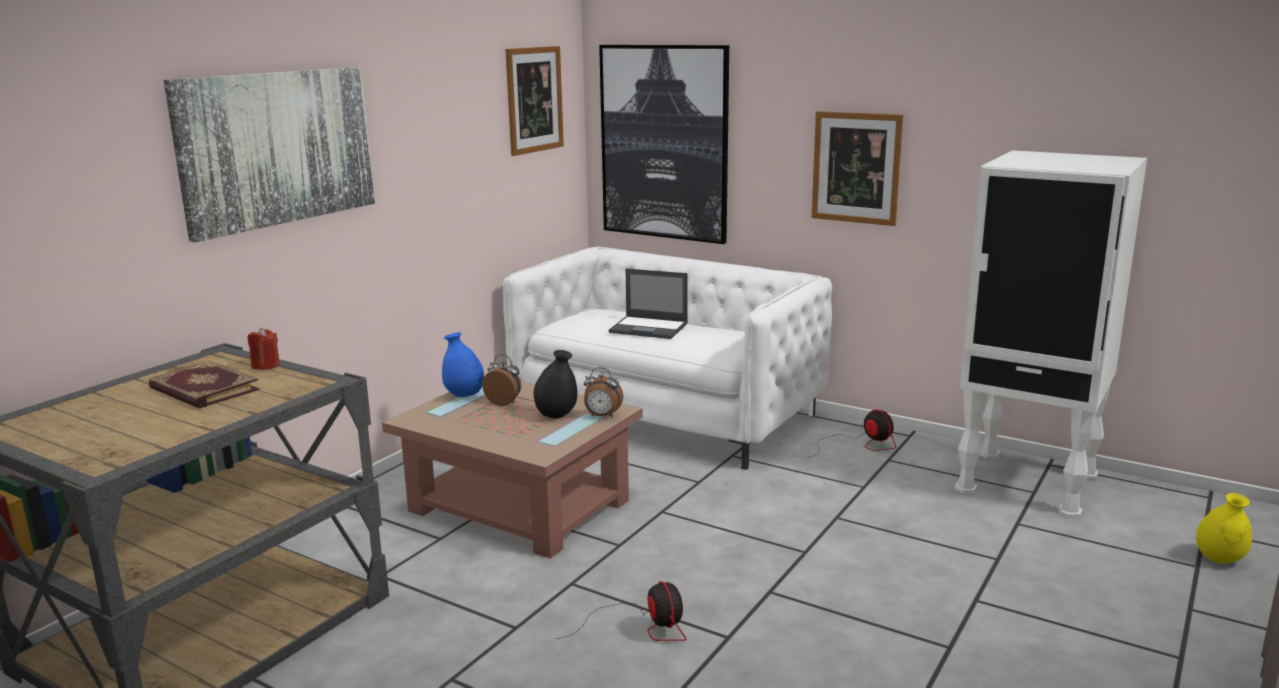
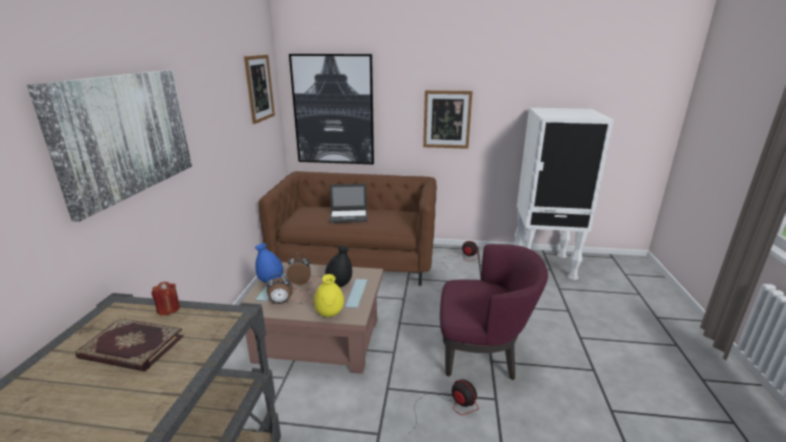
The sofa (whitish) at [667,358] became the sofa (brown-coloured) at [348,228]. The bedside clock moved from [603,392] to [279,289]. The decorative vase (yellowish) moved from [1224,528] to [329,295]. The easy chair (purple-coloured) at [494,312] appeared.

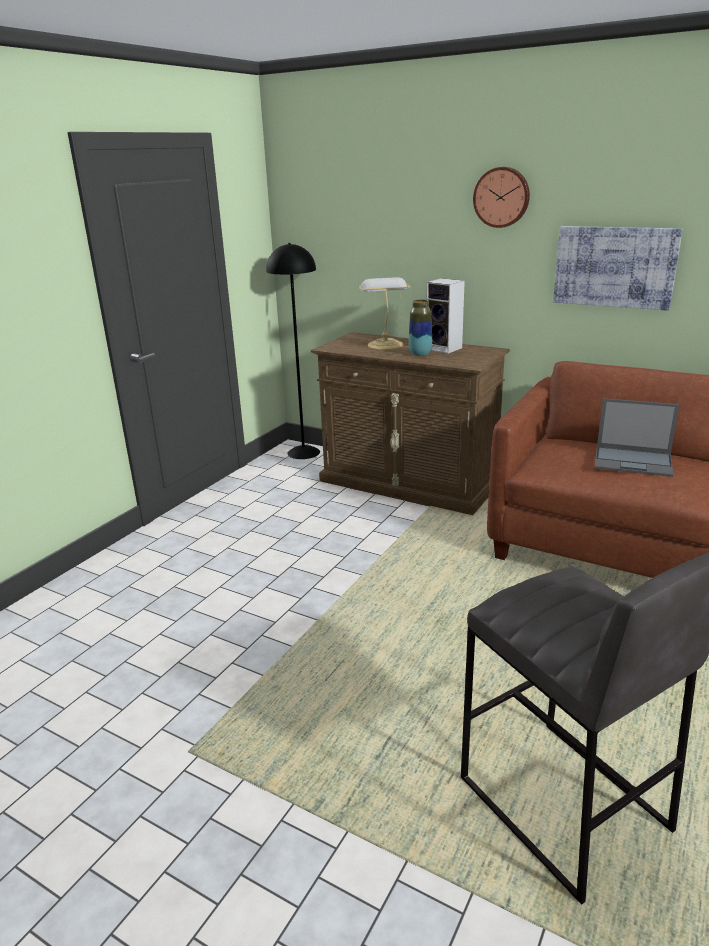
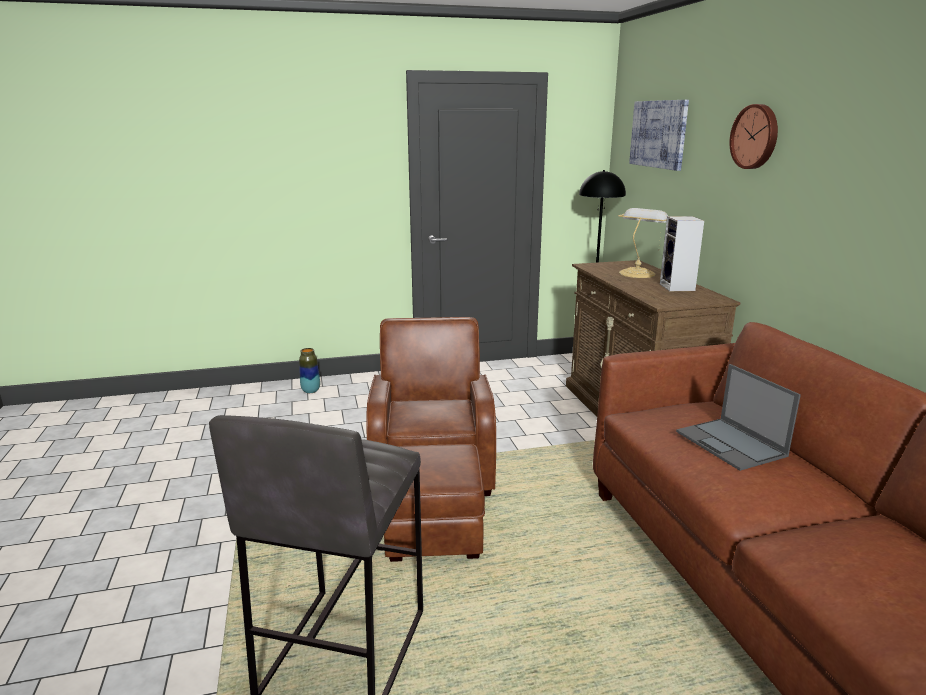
The wall picture moved from [618,268] to [659,135]. The decorative vase moved from [420,328] to [309,370]. The easy chair (brown-coloured) at [431,439] appeared.

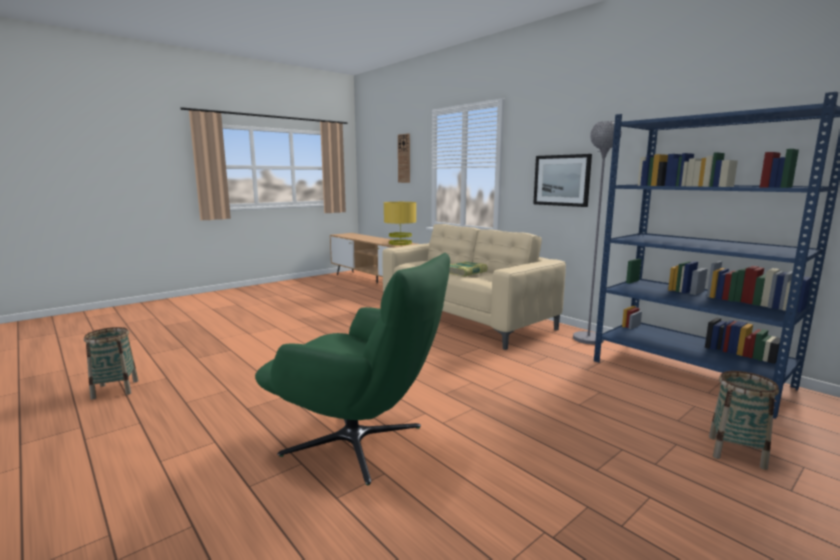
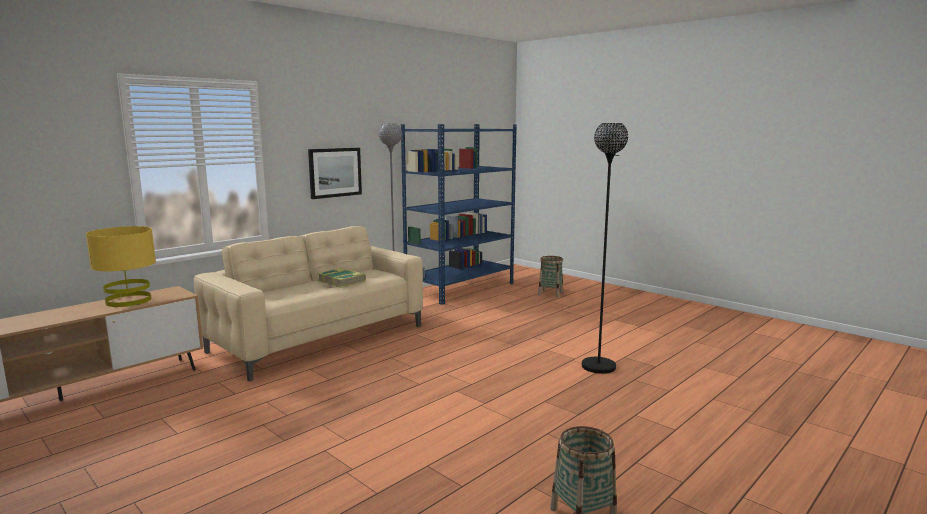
The clock on the wall at [404,158] disappeared. The easy chair (green) at [352,369] was replaced by the standard lamp (blackish) at [605,248].

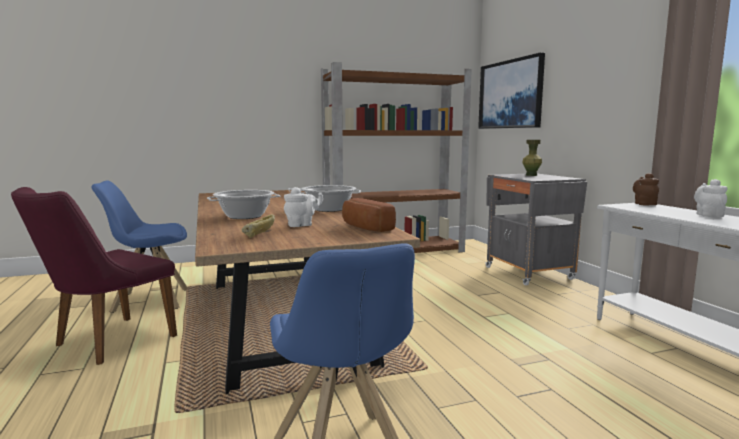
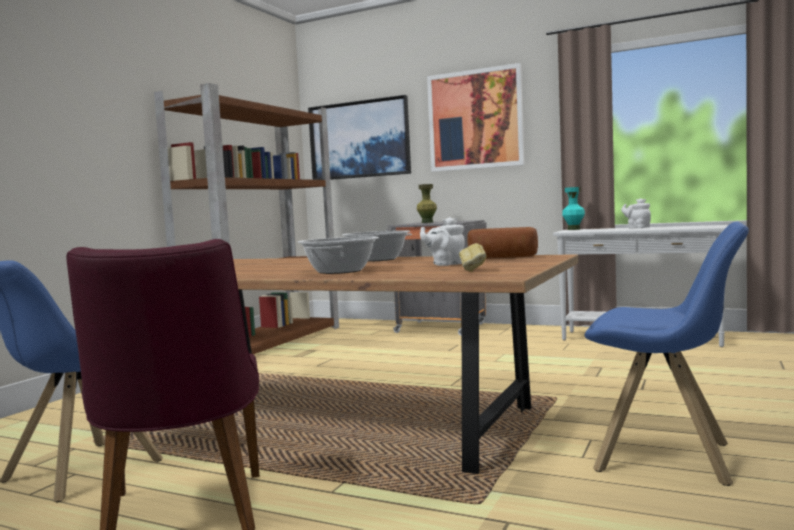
The teapot (brown-coloured) at [646,189] was replaced by the decorative vase (blue-green) at [573,208]. The teapot (whitish) at [303,207] turned 135 degrees counterclockwise. The wall picture at [476,117] appeared.

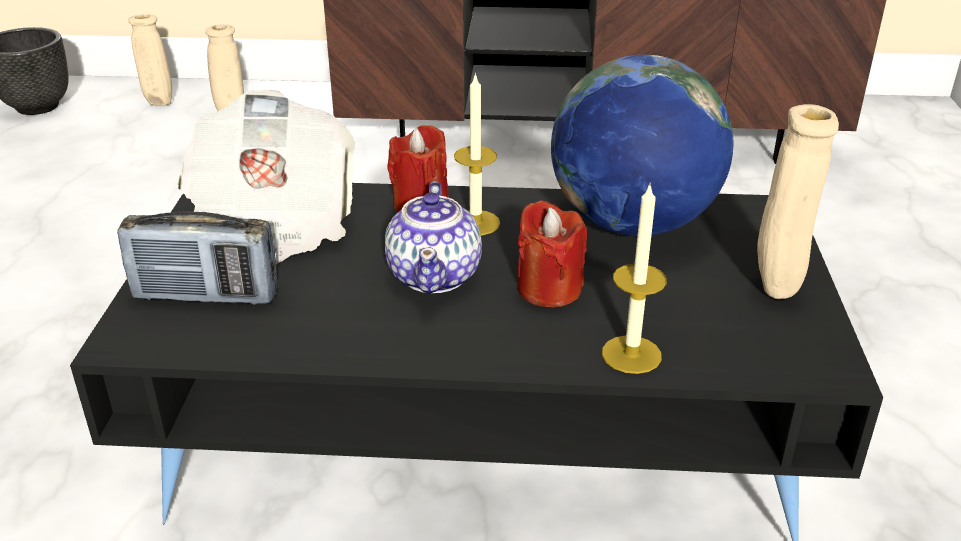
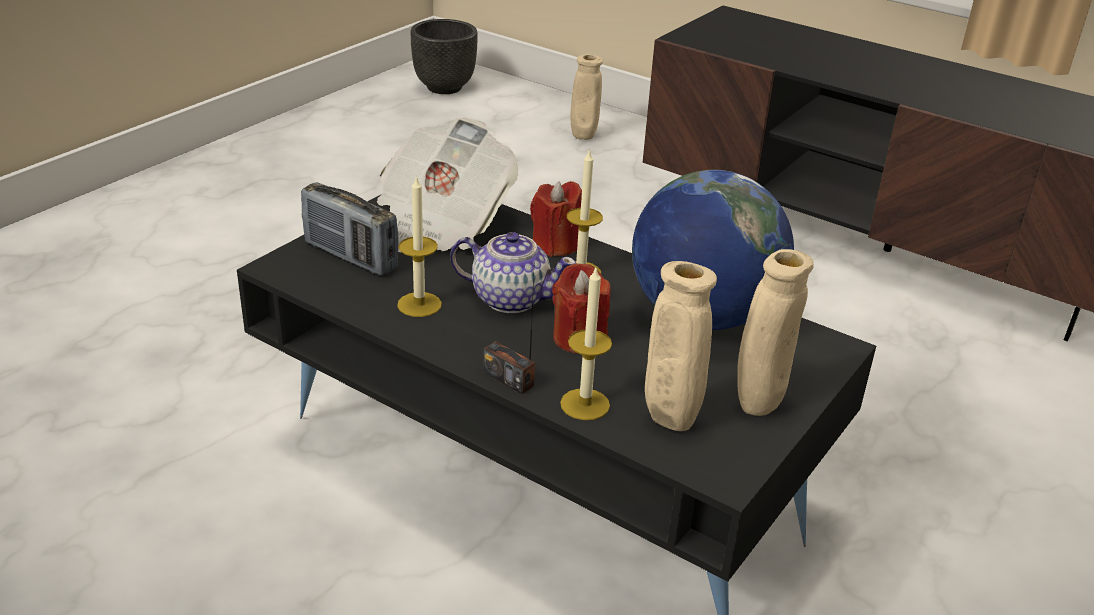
The decorative vase (sand-coloured) moved from [150,60] to [681,346]. The teapot at [433,237] turned 105 degrees counterclockwise. The candle at [419,246] appeared. The radio receiver at [509,334] appeared.

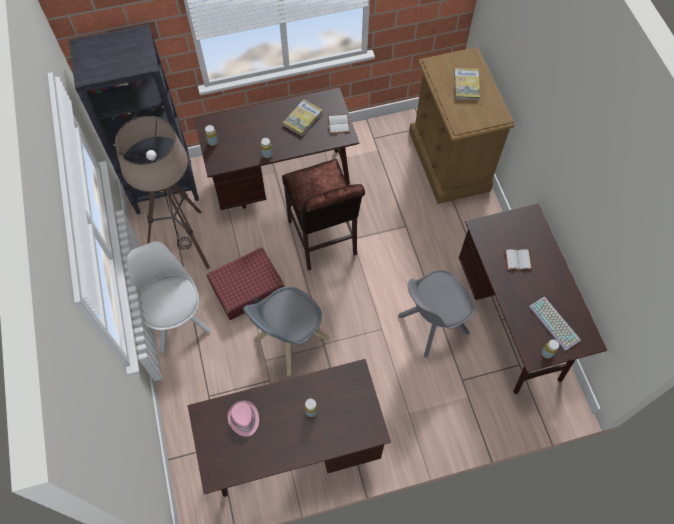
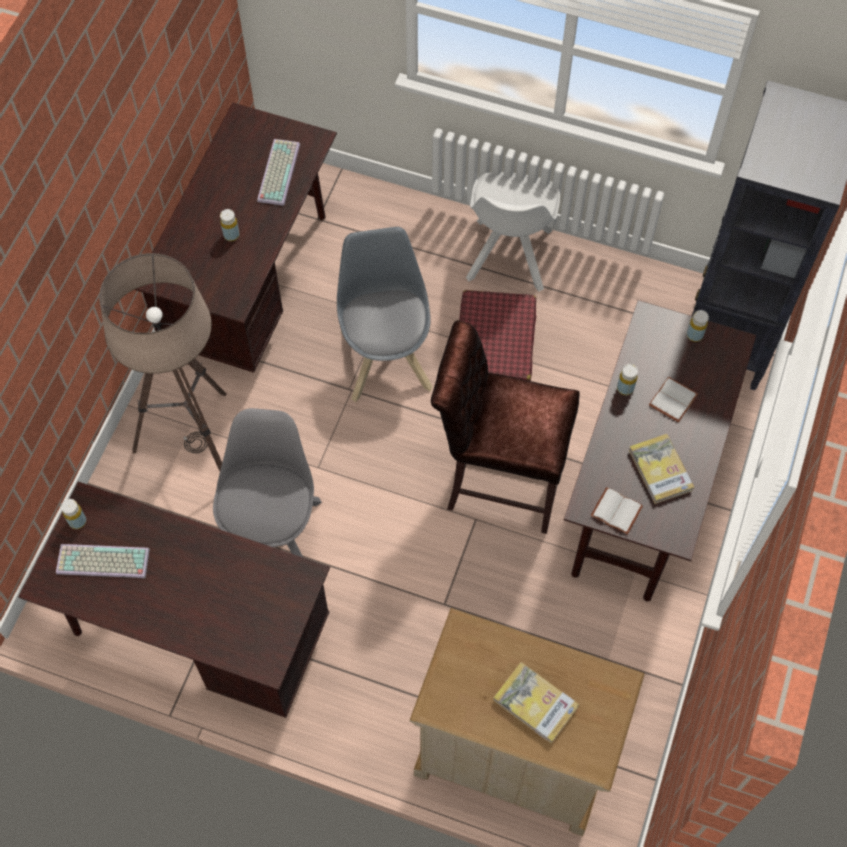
The standard lamp moved from [162,192] to [163,362]. The upright chair (whitish) at [169,297] turned 90 degrees clockwise. The book (whitish) moved from [518,259] to [673,399]. The hat (pink-coloured) at [243,418] was replaced by the keyboard at [278,172].

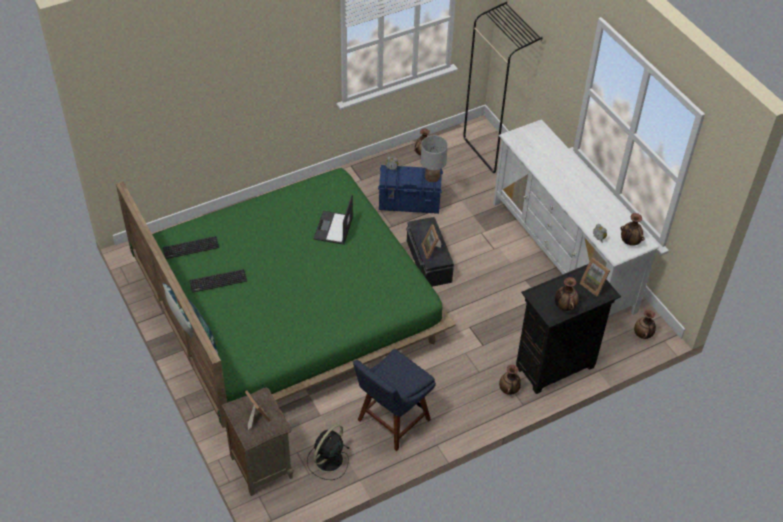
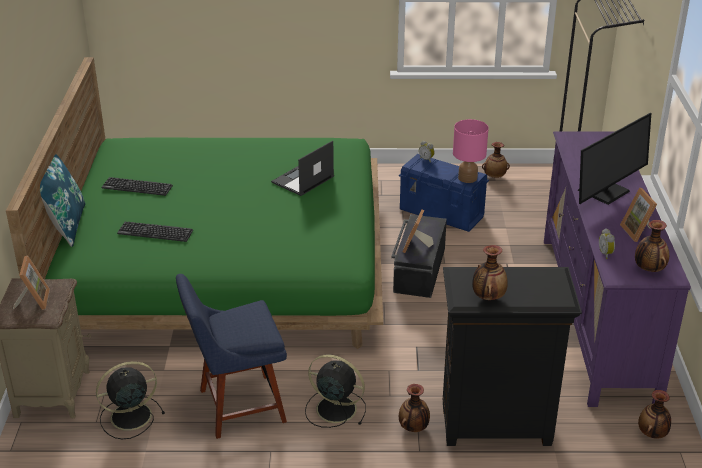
The dresser (whitish) at [576,218] became the dresser (purple-coloured) at [617,269]. The lamp for a table (grey) at [434,159] became the lamp for a table (pink-coloured) at [471,151]. The keyboard moved from [191,247] to [155,232]. The standing frame moved from [594,276] to [638,215]. The monitor at [614,159] appeared. The electric fan (blackish) at [335,391] appeared.

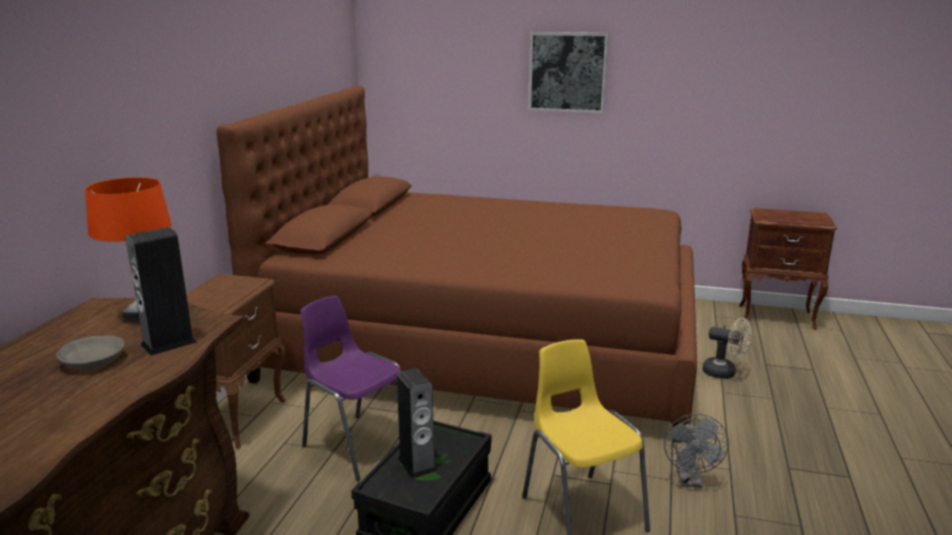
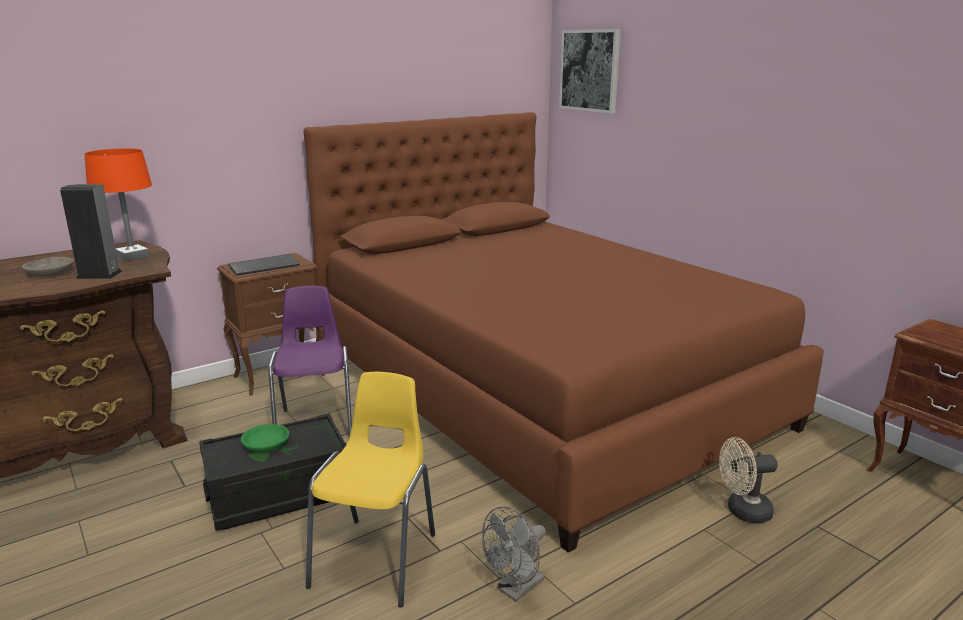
The wall picture moved from [568,72] to [590,71]. The electric fan (sand-coloured) at [726,348] turned 105 degrees clockwise. The loudspeaker at [417,423] was replaced by the bowl (green) at [265,438]. The keyboard at [264,265] appeared.

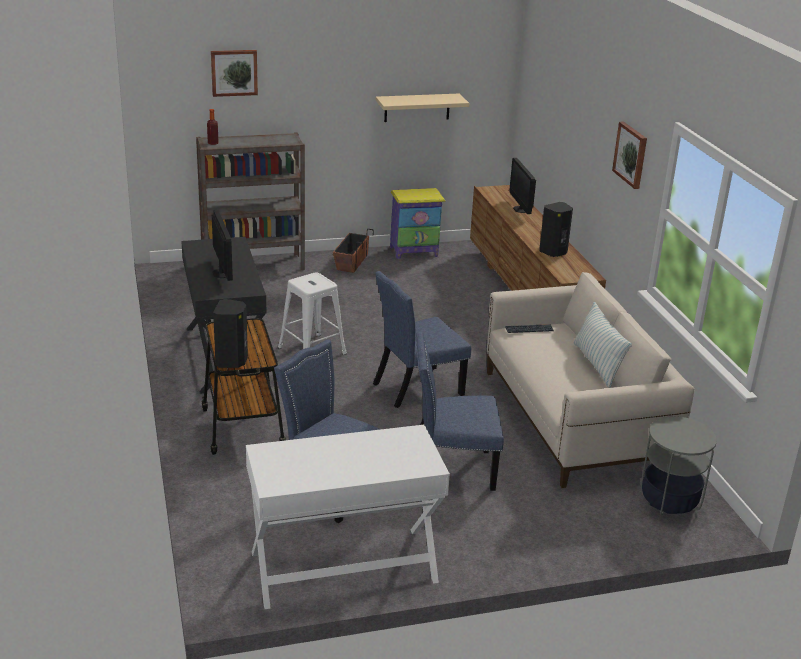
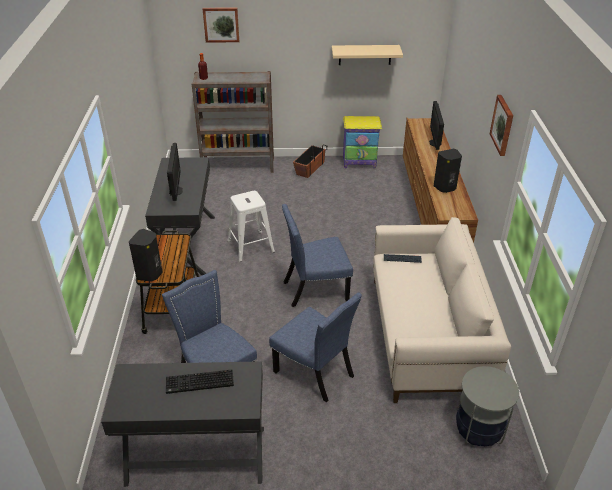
The throw pillow at [603,345] disappeared. The upright chair (bluish) at [459,411] turned 150 degrees counterclockwise. The desk unit (whitish) at [348,517] became the desk unit (blackish) at [182,424]. The keyboard at [200,382] appeared.

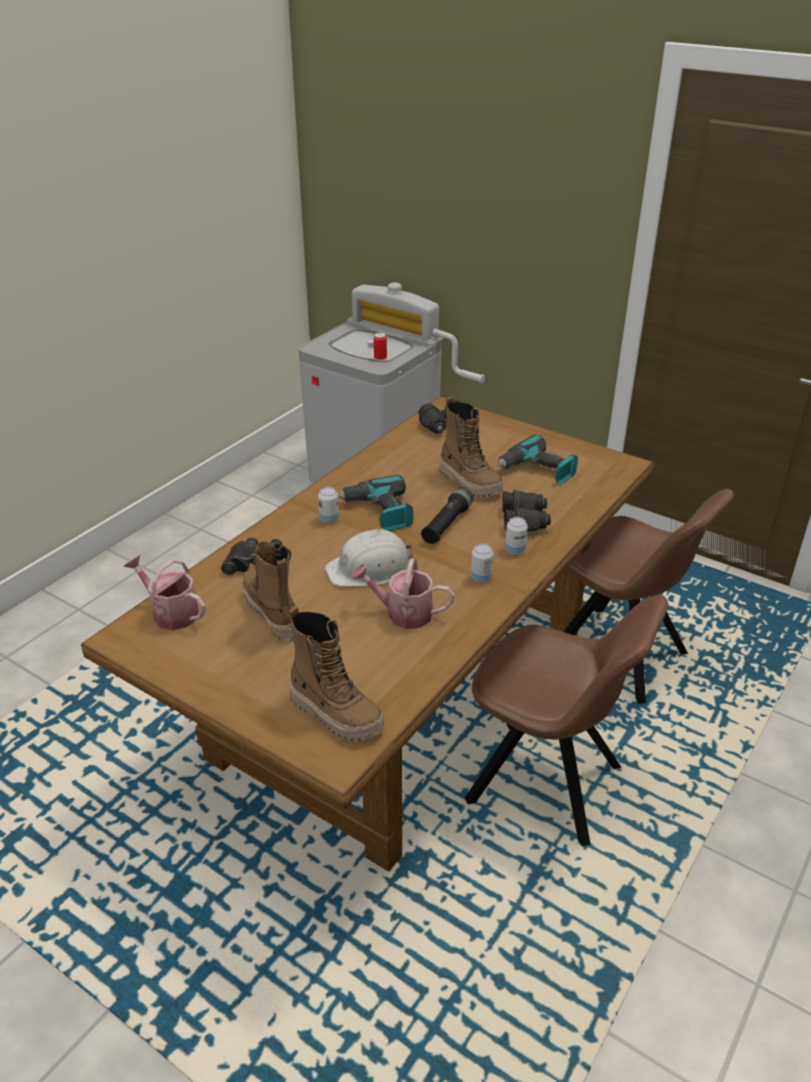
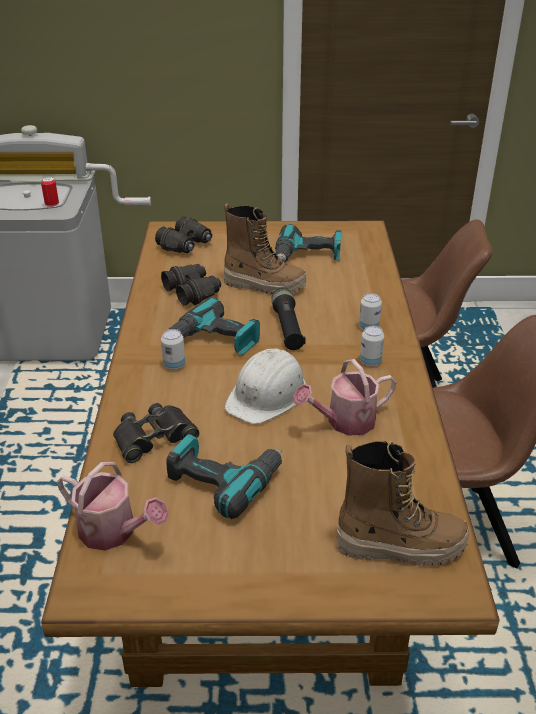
The binoculars (blackish) moved from [526,511] to [191,285]. The tall boot at [268,591] was replaced by the power drill at [224,476]. The watering can at [165,592] turned 150 degrees counterclockwise.

